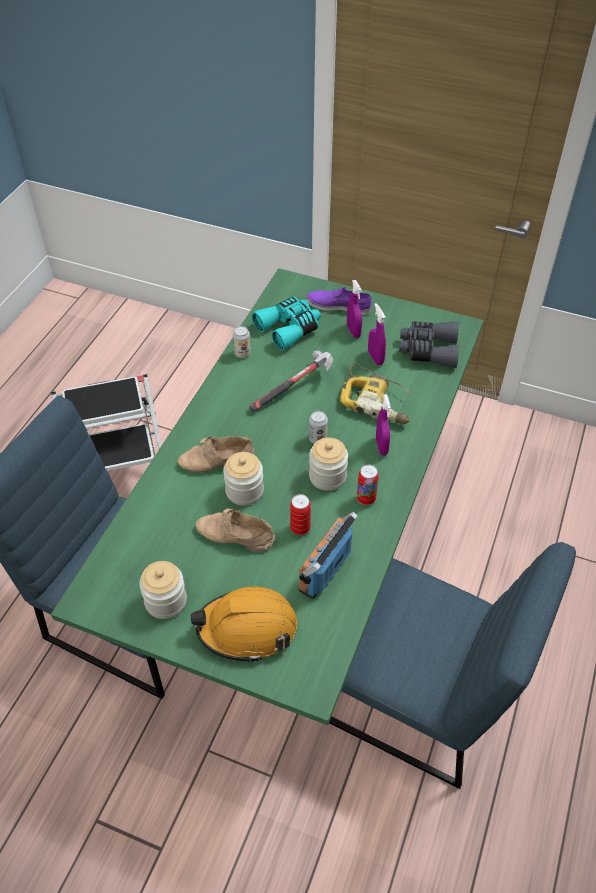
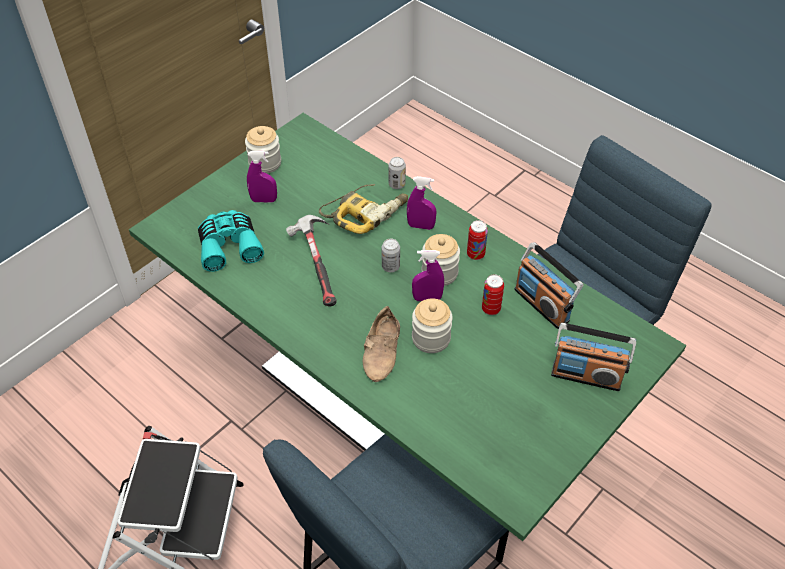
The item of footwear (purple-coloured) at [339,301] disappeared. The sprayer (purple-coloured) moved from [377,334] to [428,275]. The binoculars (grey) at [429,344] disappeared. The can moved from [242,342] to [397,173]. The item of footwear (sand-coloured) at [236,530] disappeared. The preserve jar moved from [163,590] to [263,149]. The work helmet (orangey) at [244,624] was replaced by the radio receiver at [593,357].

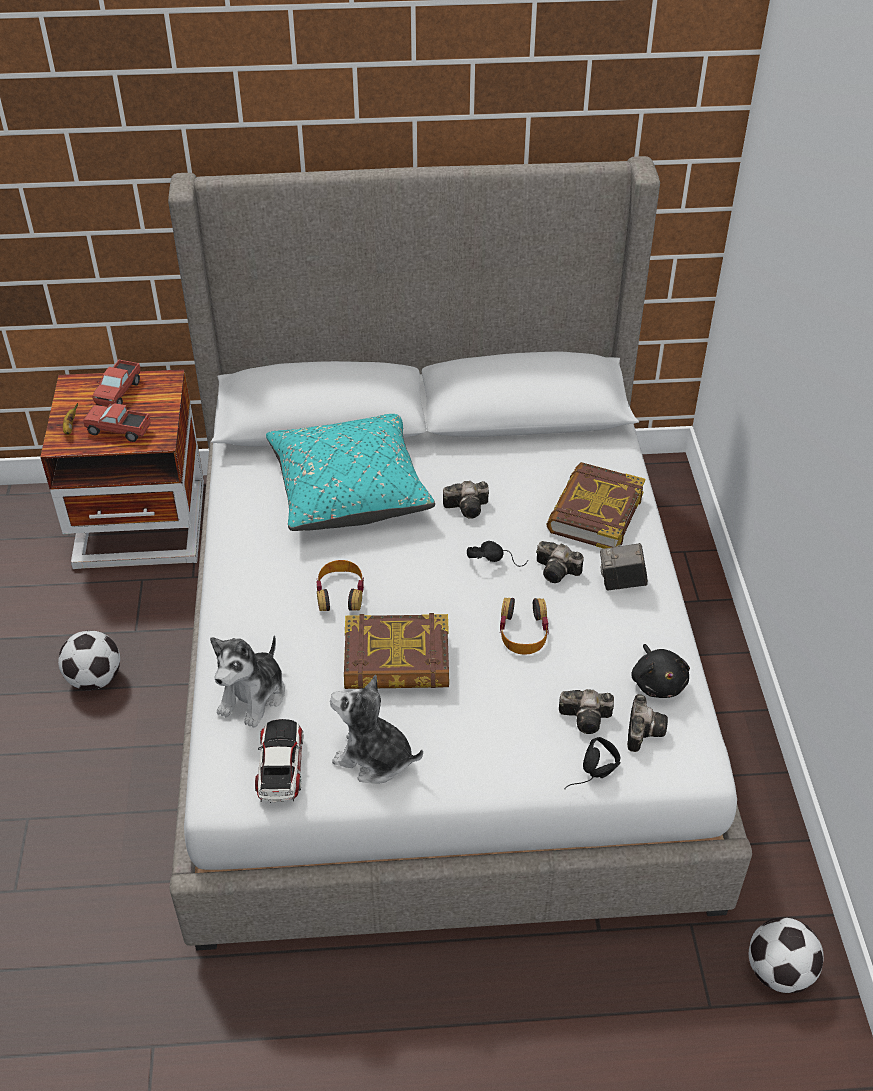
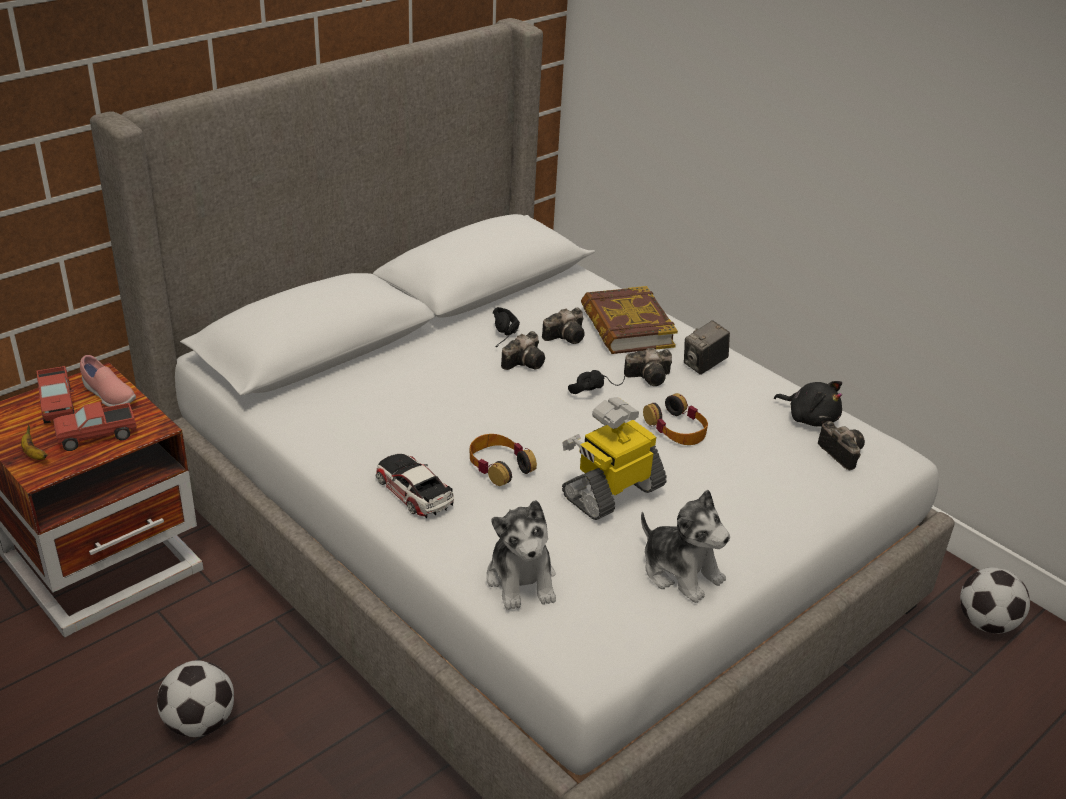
The throw pillow (blue-green) at [350,472] disappeared. The book at [396,651] was replaced by the toy robot at [614,458]. The plush toy at [376,729] turned 120 degrees counterclockwise. The photo camera moved from [586,711] to [563,326]. The miniature car moved from [279,761] to [415,486]. The headphones (blackish) moved from [593,763] to [506,327]. The item of footwear (pink-coloured) at [108,381] appeared.

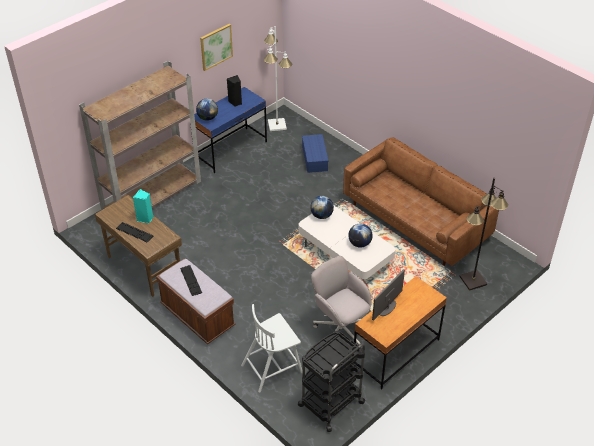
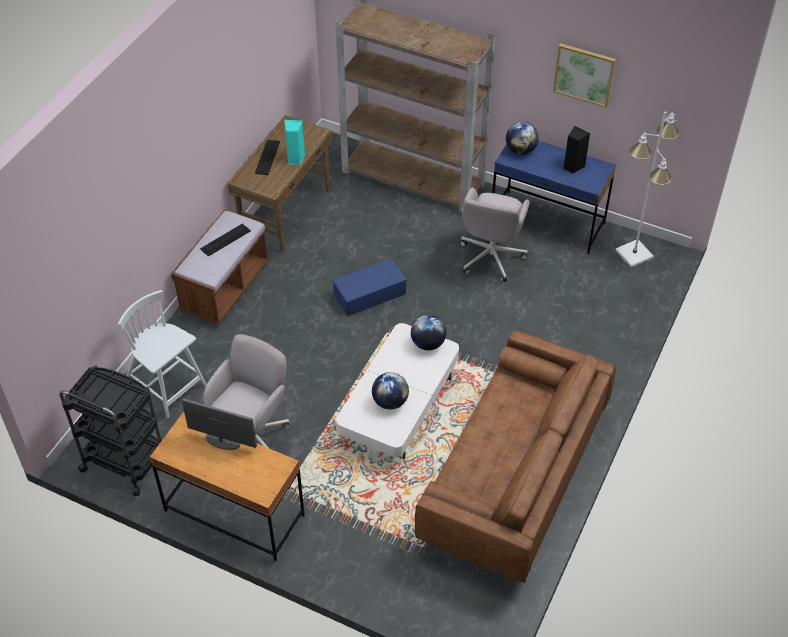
The storage container (bluish) moved from [315,153] to [370,287]. The standard lamp (blackish) at [483,234] disappeared. The office chair (grey) at [494,234] appeared.

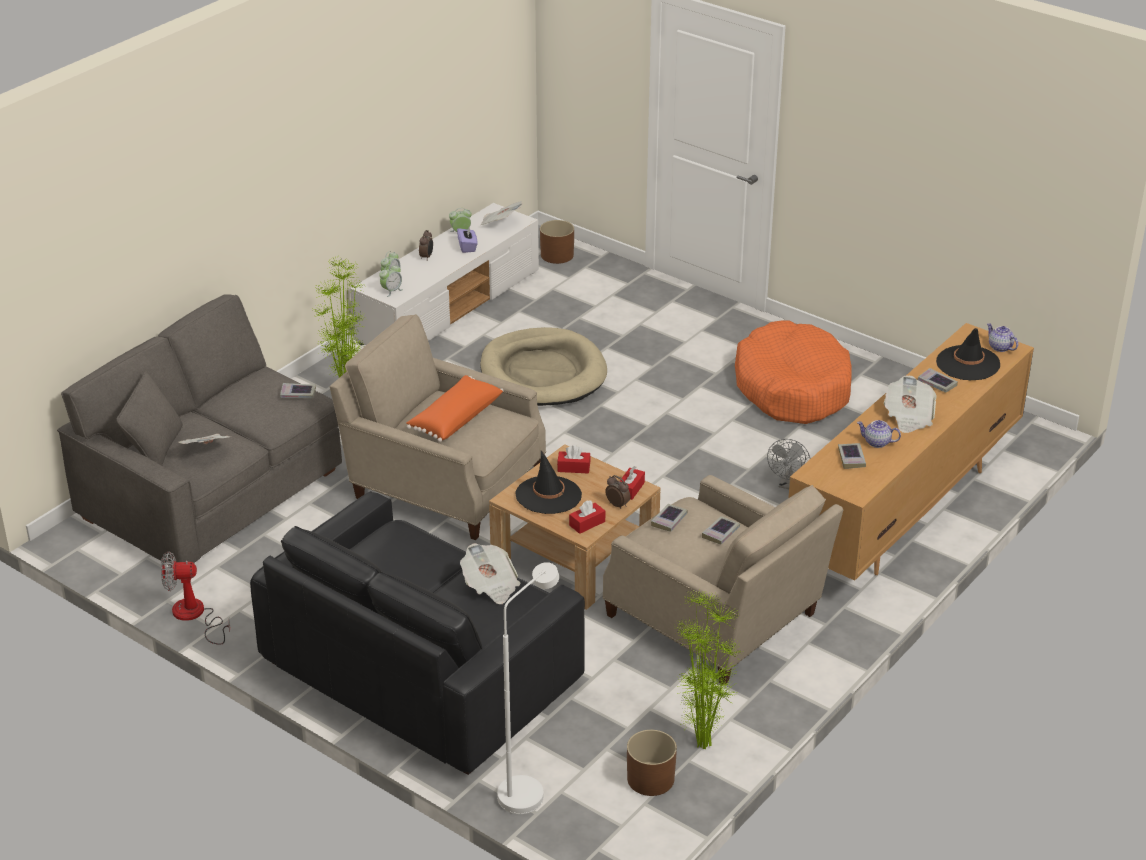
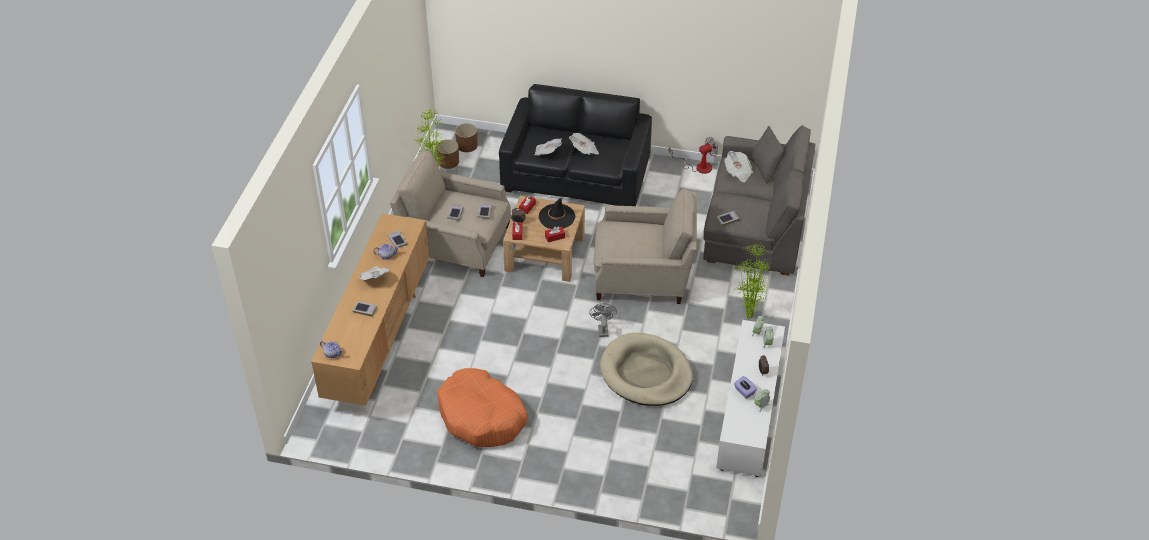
The daily paper moved from [501,213] to [584,144]. The planter (brown-coloured) moved from [557,242] to [466,137]. The hat (blackish) at [968,354] disappeared. The throw pillow (orangey) at [455,408] disappeared. The electric fan (grey) moved from [788,464] to [603,320]. The standard lamp (whitish) at [528,688] disappeared.

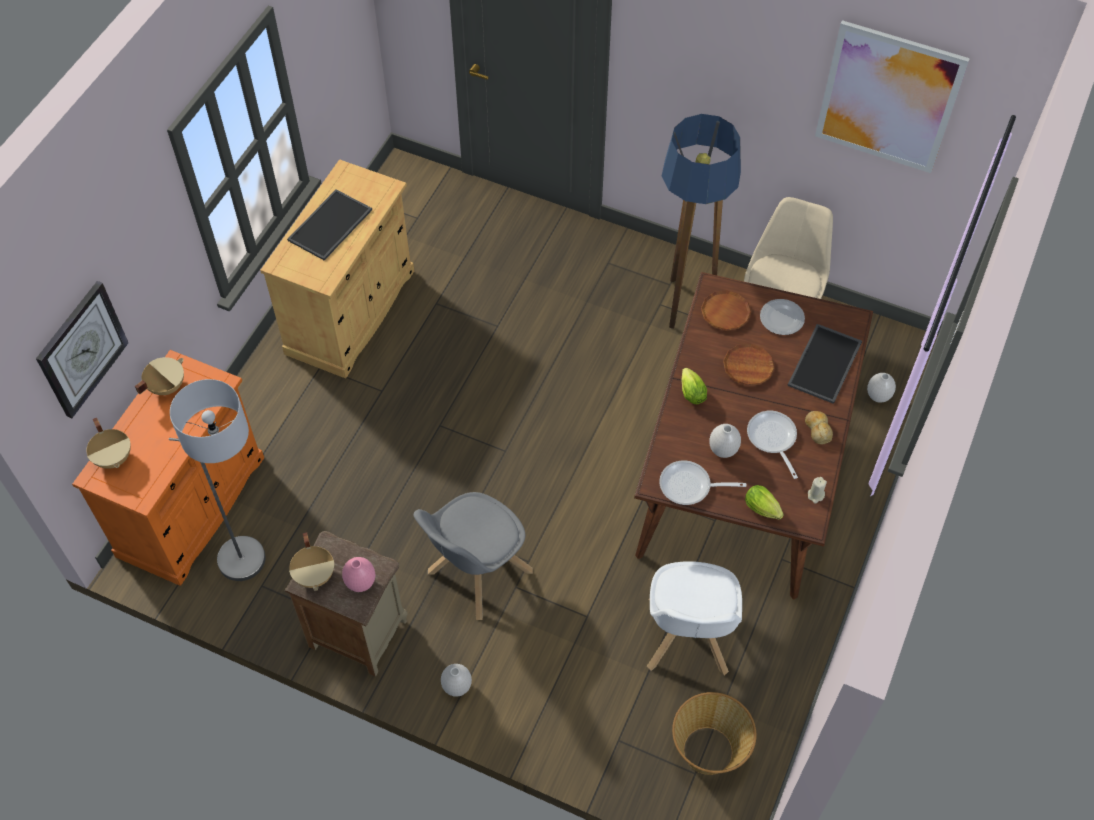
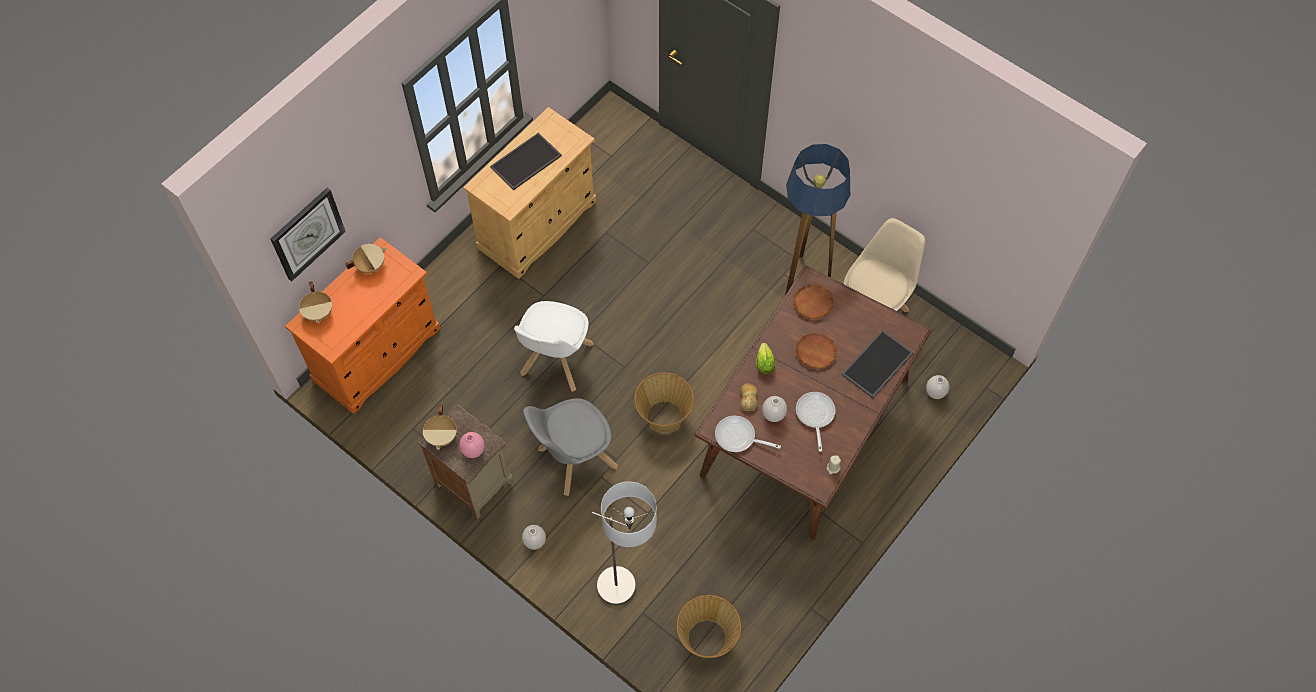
The wall picture at [892,96] disappeared. The flat dish at [782,317] disappeared. The standard lamp (grey) moved from [217,480] to [624,543]. The baked bread moved from [819,427] to [749,397]. The lettuce at [764,502] disappeared. The upright chair (whitish) moved from [694,618] to [554,346]. The basket at [664,402] appeared.

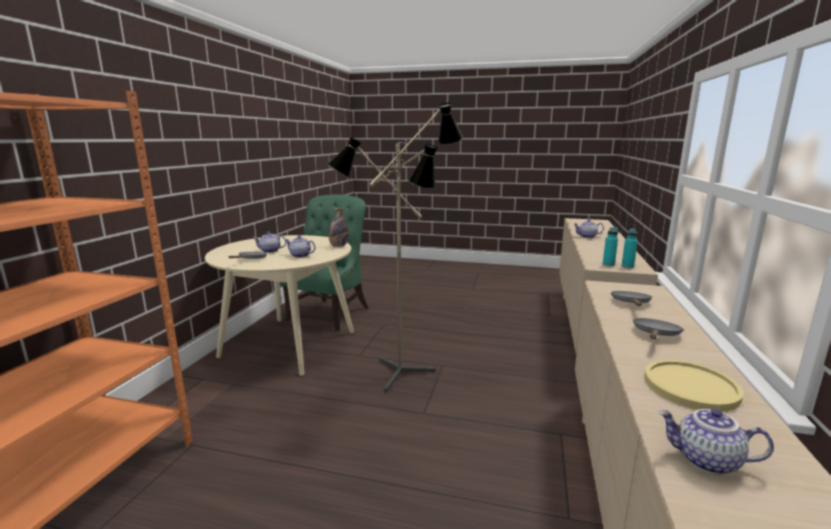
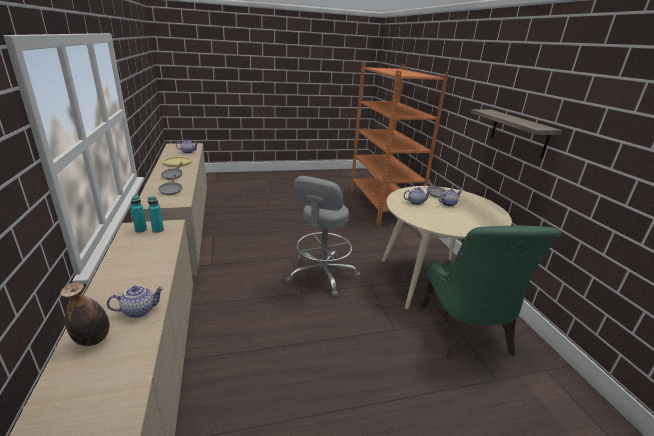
The standard lamp at [395,248] was replaced by the stool seat (grey) at [323,236]. The bottle moved from [338,227] to [84,314]. The wall shelf at [516,134] appeared.

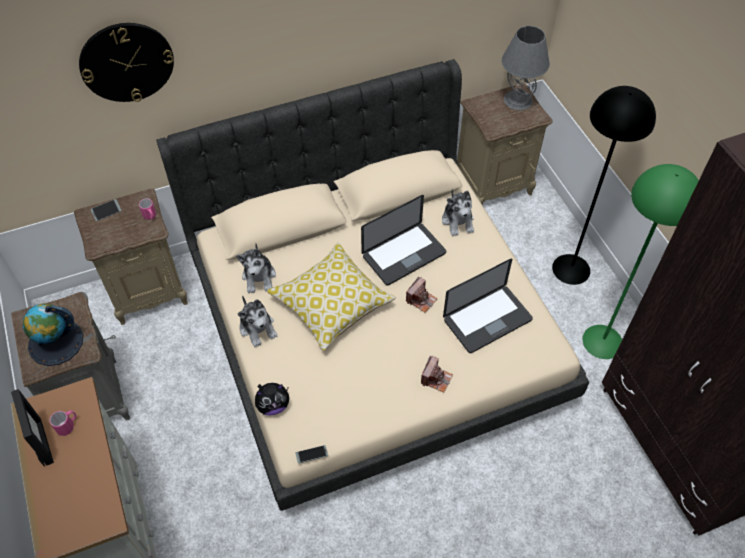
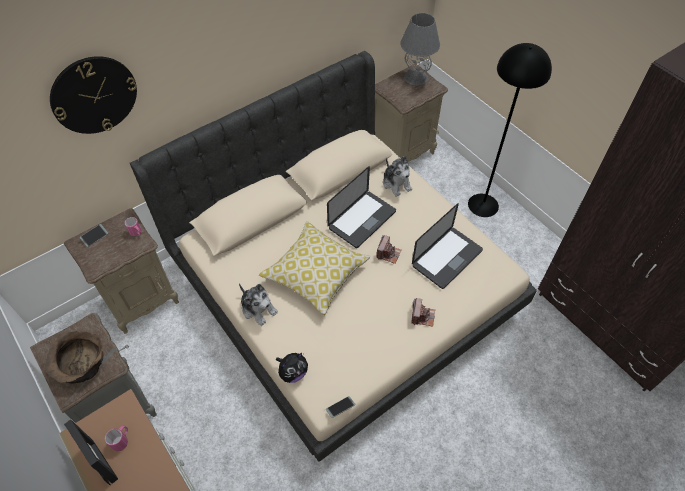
The standard lamp (green) at [641,261] disappeared. The plush toy at [256,268] disappeared. The globe at [53,334] was replaced by the bowl (brown-coloured) at [74,357].

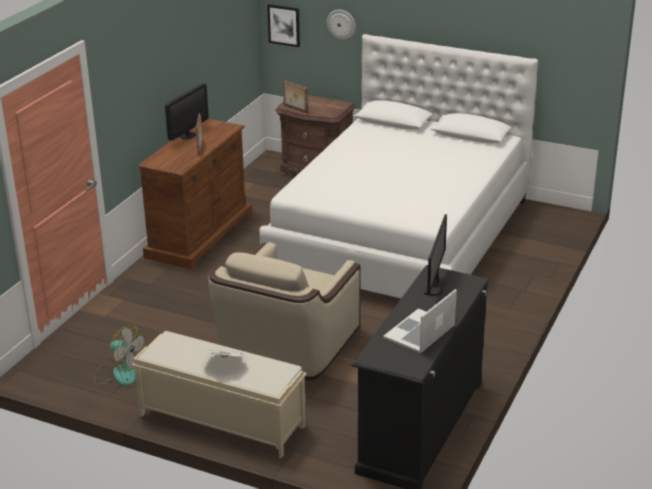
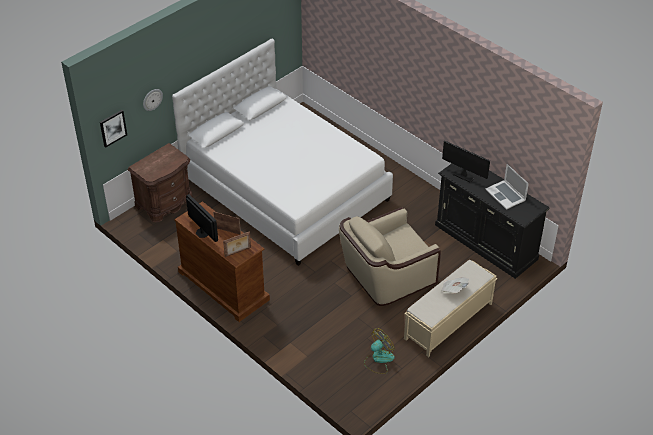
The standing frame moved from [296,96] to [237,244]. The easy chair (sand-coloured) at [284,311] turned 105 degrees clockwise.

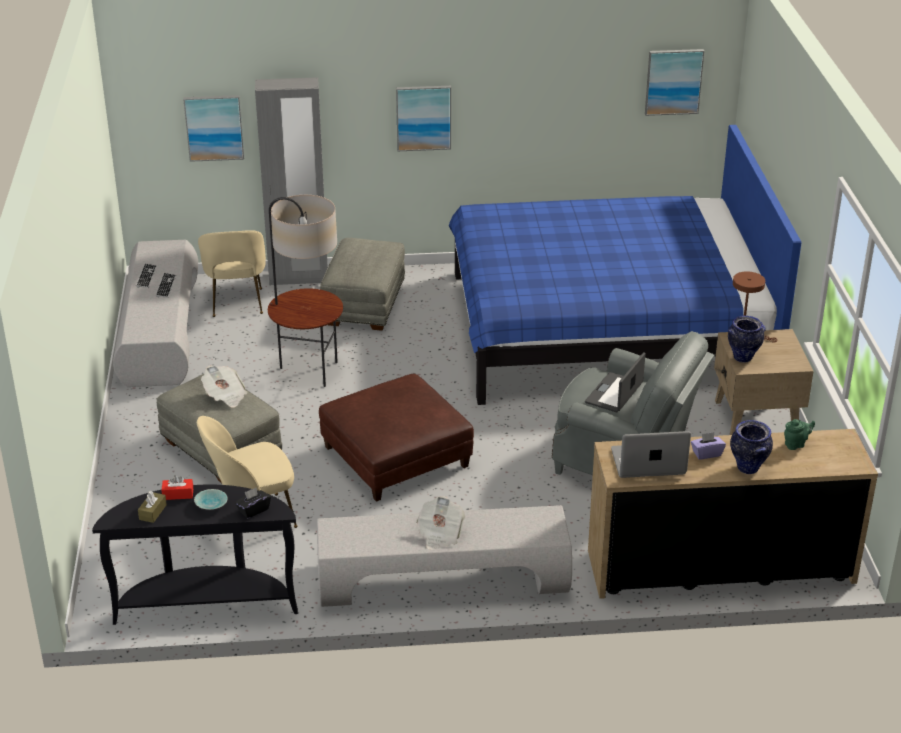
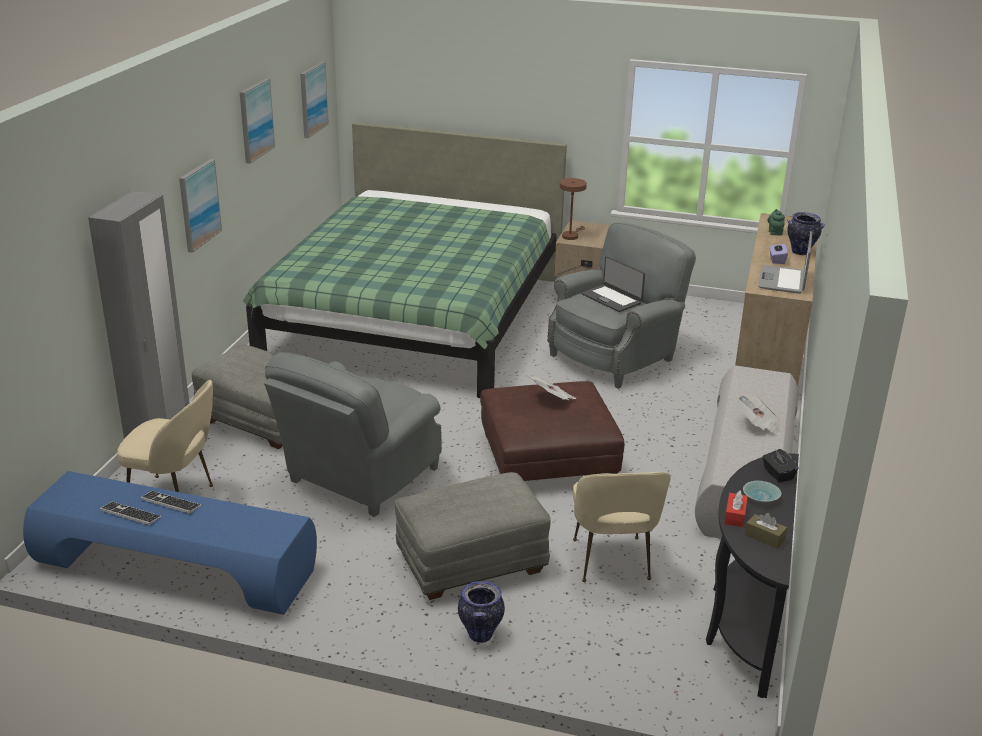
The wall picture moved from [213,128] to [257,121]. The bedroom bed (bluish) at [625,265] became the bedroom bed (green) at [405,260]. The standard lamp at [305,291] was replaced by the easy chair (grey) at [353,434]. The bench (grey) at [155,313] became the bench (bluish) at [170,543]. The decorative vase moved from [747,339] to [481,612]. The daily paper moved from [224,386] to [553,388].

